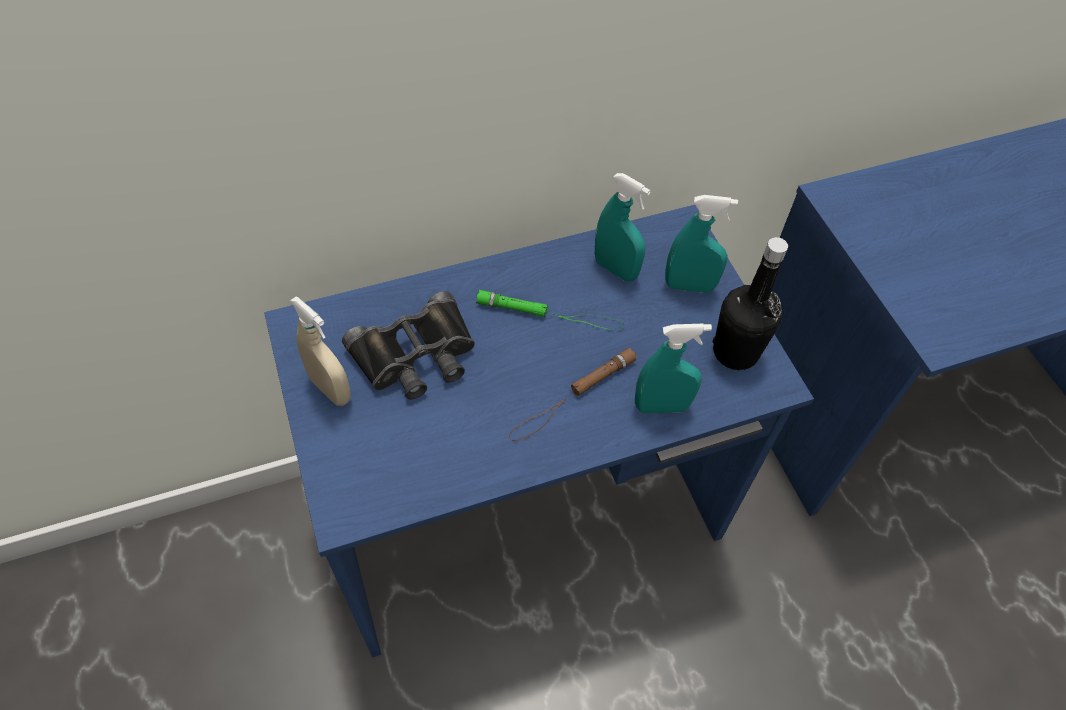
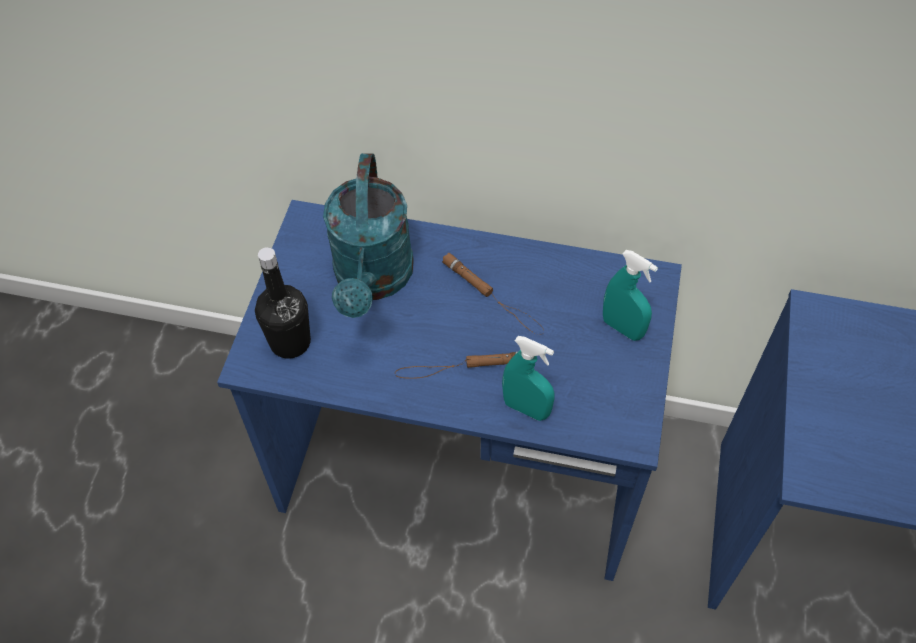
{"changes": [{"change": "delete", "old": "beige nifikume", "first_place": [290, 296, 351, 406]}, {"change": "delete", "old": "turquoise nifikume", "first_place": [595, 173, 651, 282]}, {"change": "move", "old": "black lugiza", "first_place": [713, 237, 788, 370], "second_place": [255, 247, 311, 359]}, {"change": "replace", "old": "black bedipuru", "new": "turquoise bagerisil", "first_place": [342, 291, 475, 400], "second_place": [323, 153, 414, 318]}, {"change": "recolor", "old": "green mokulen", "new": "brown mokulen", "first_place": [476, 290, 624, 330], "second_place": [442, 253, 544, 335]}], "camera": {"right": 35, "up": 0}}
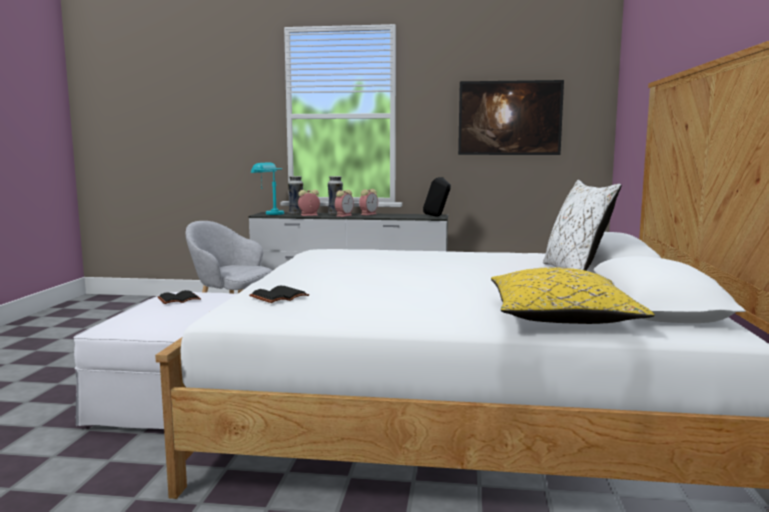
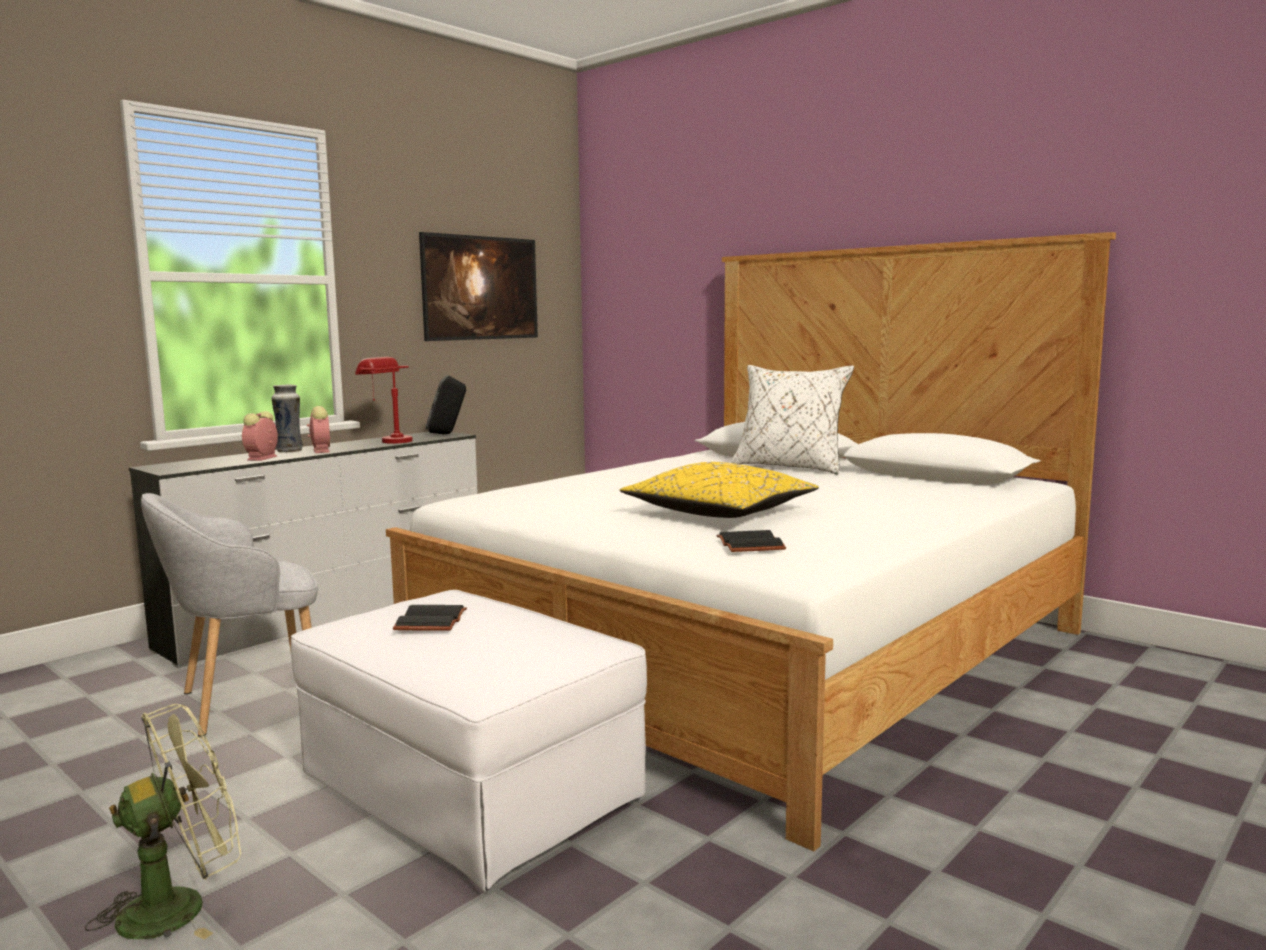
{"changes": [{"change": "delete", "old": "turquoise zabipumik", "first_place": [251, 163, 284, 215]}, {"change": "delete", "old": "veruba", "first_place": [288, 176, 303, 215]}, {"change": "delete", "old": "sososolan", "first_place": [359, 189, 378, 215]}, {"change": "insert", "new": "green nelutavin", "second_place": [85, 704, 241, 940]}, {"change": "insert", "new": "red zabipumik", "second_place": [355, 357, 413, 444]}, {"change": "move", "old": "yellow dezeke", "first_place": [491, 267, 655, 324], "second_place": [619, 462, 819, 518]}], "camera": {"right": -55, "up": 0}}
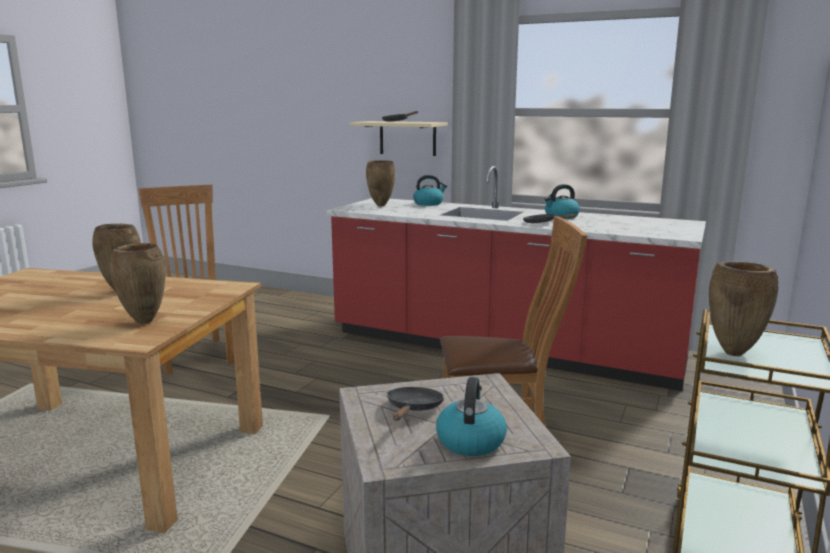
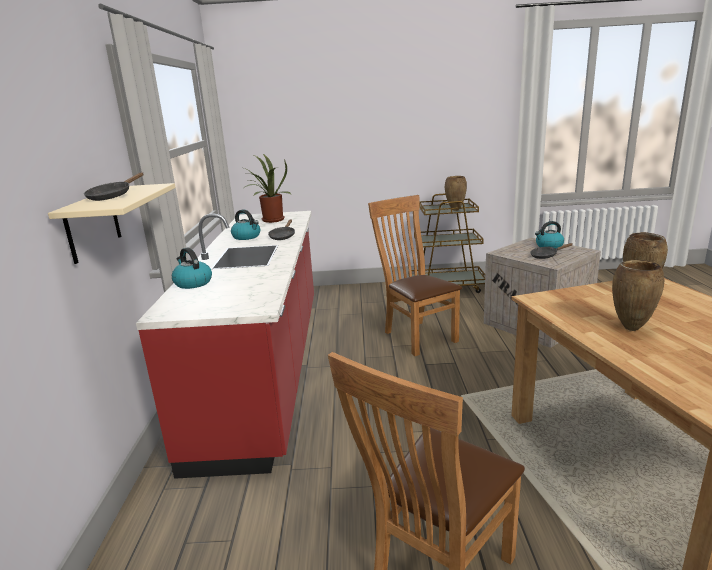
{"changes": [{"change": "delete", "old": "brown veruba", "first_place": [366, 160, 395, 206]}, {"change": "insert", "new": "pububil", "second_place": [244, 154, 291, 223]}], "camera": {"right": -115, "up": 5}}
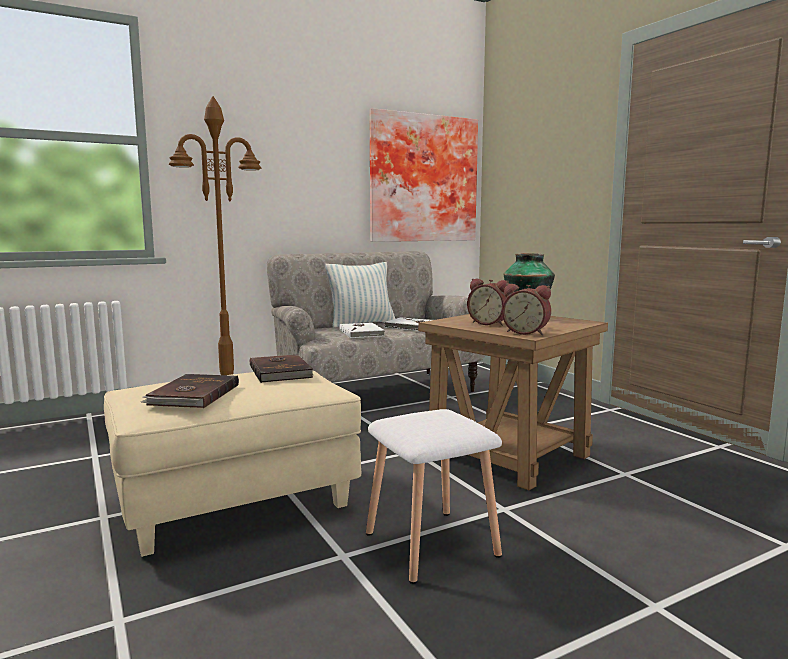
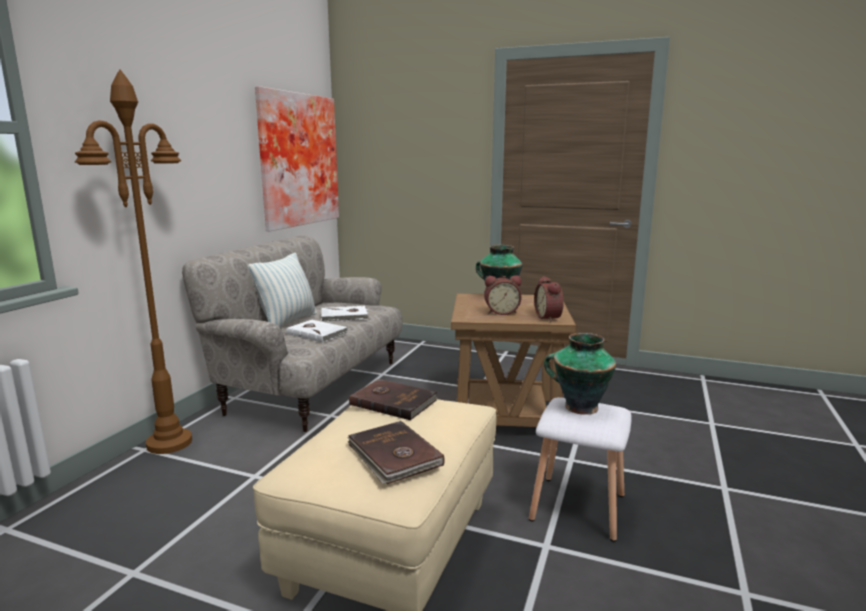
{"changes": [{"change": "insert", "new": "veruba", "second_place": [544, 333, 616, 415]}, {"change": "rotate", "old": "sososolan", "first_place": [502, 284, 551, 335], "second_place": [534, 276, 564, 322], "degrees": 90}], "camera": {"right": -40, "up": 5}}
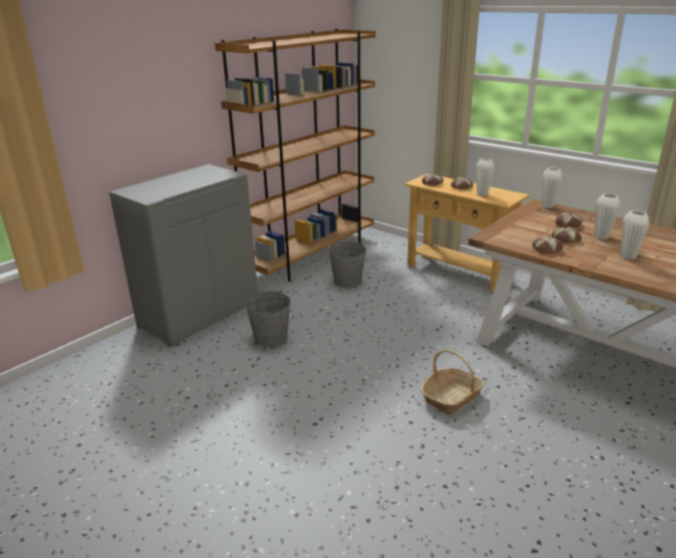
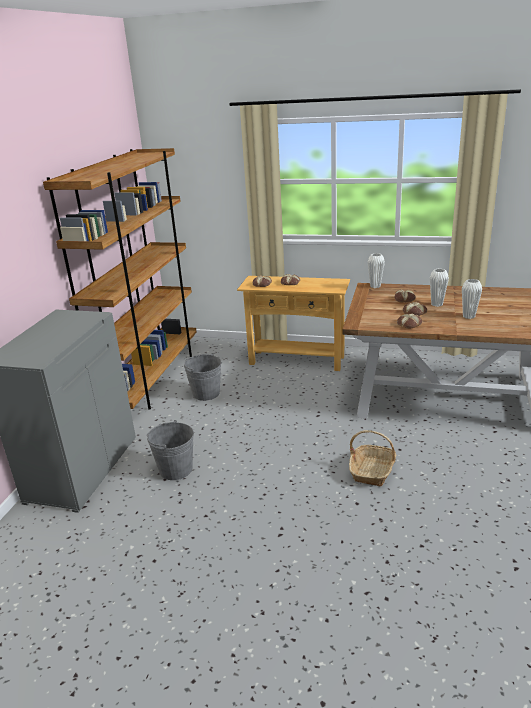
{"changes": [{"change": "delete", "old": "white veruba", "first_place": [476, 158, 494, 196]}], "camera": {"right": -25, "up": 0}}
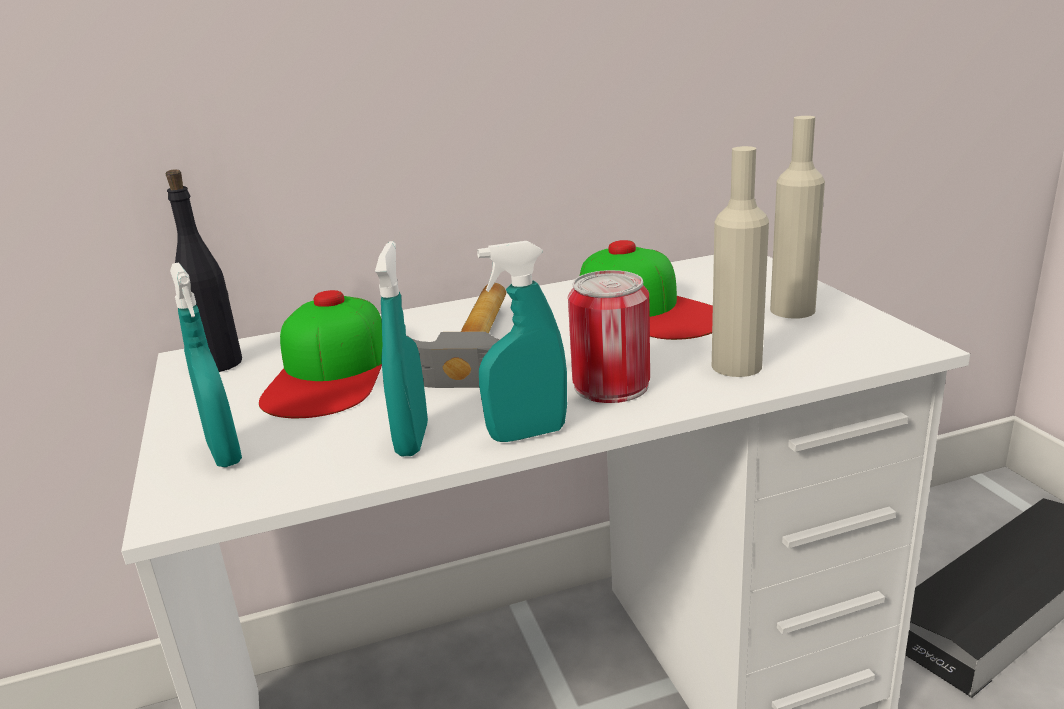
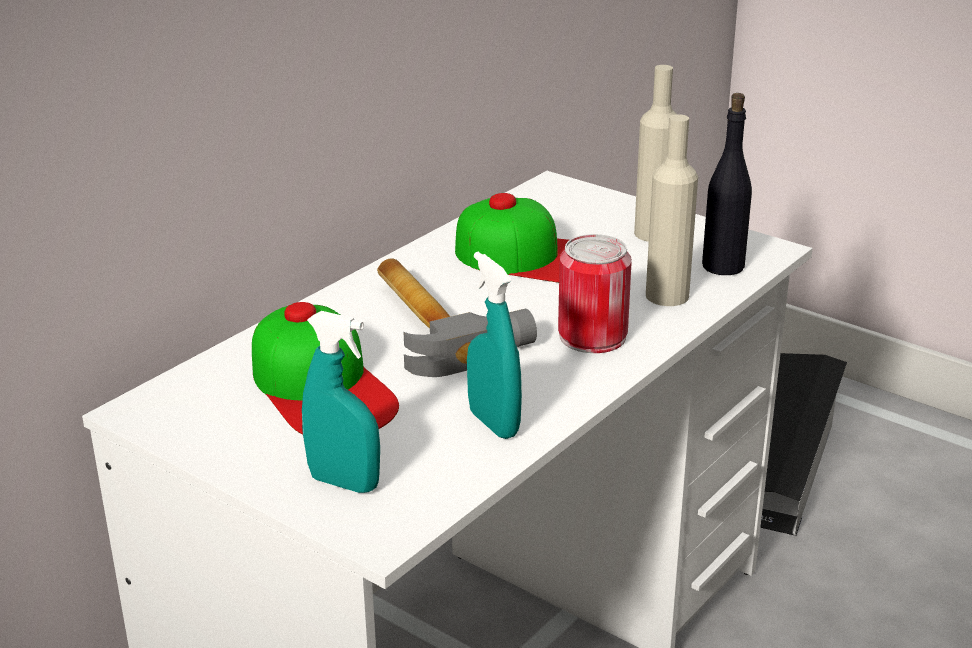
{"changes": [{"change": "delete", "old": "turquoise nifikume", "first_place": [477, 241, 567, 442]}, {"change": "move", "old": "black lugiza", "first_place": [166, 170, 242, 372], "second_place": [702, 93, 752, 275]}], "camera": {"right": -35, "up": 5}}
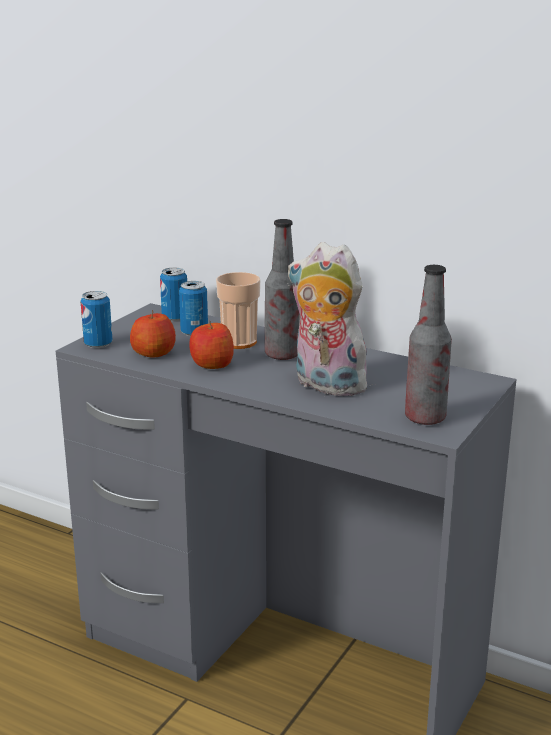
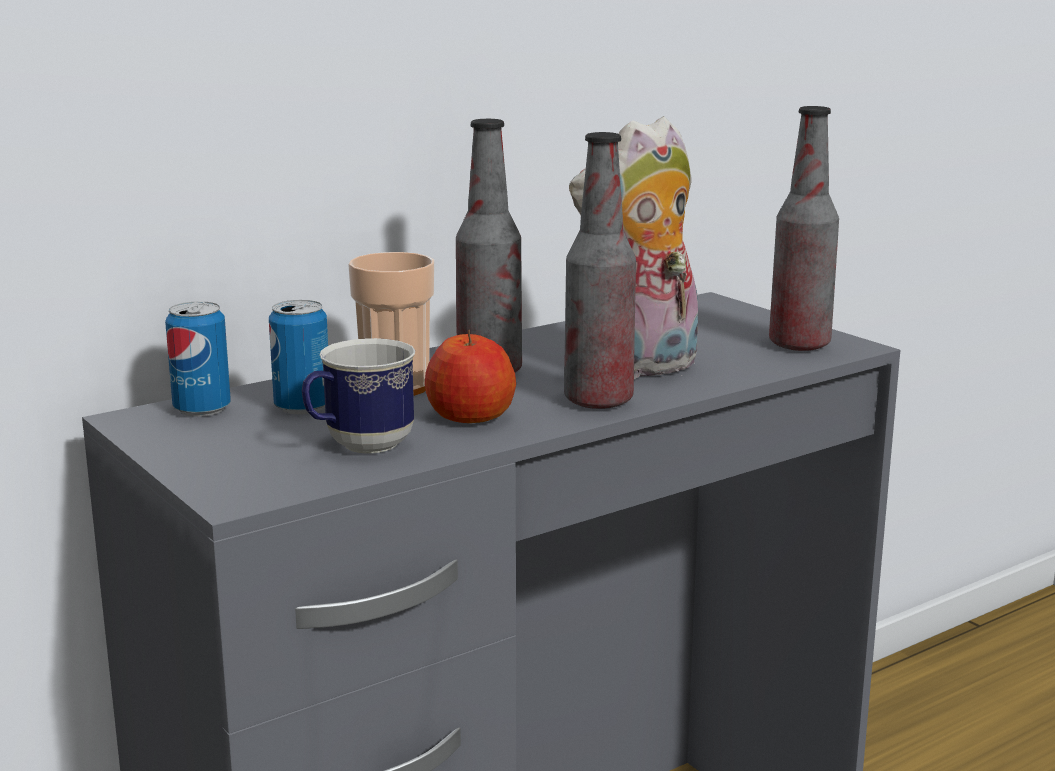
{"changes": [{"change": "delete", "old": "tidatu", "first_place": [80, 291, 112, 348]}, {"change": "insert", "new": "lugiza", "second_place": [564, 132, 636, 409]}, {"change": "replace", "old": "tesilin", "new": "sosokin", "first_place": [130, 310, 176, 357], "second_place": [302, 338, 415, 453]}], "camera": {"right": -65, "up": -5}}
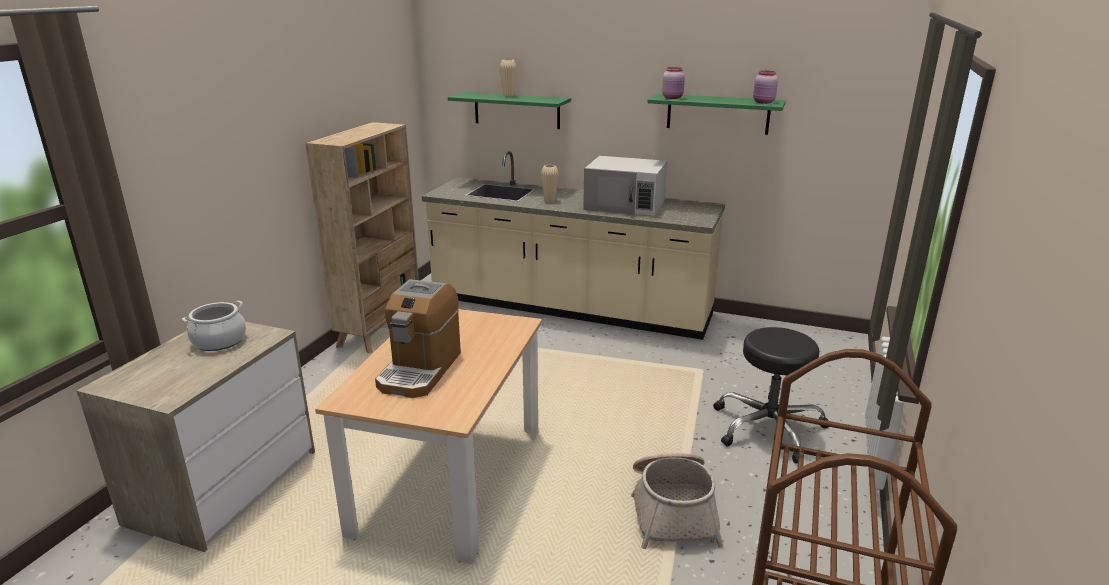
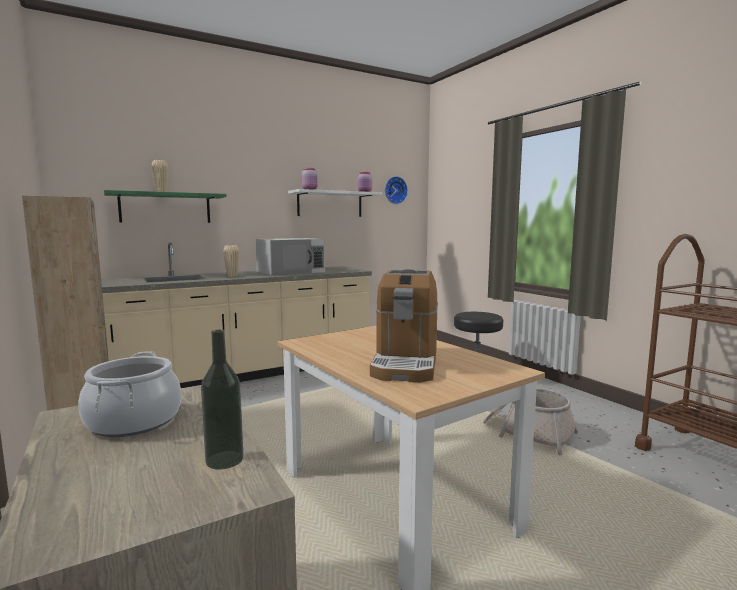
{"changes": [{"change": "insert", "new": "lugiza", "second_place": [201, 330, 243, 470]}, {"change": "insert", "new": "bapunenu", "second_place": [385, 176, 408, 204]}, {"change": "recolor", "old": "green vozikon", "new": "white vozikon", "first_place": [647, 94, 786, 135], "second_place": [288, 189, 382, 217]}, {"change": "rotate", "old": "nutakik", "first_place": [375, 279, 461, 398], "second_place": [370, 269, 438, 383], "degrees": 45}], "camera": {"right": -50, "up": -15}}
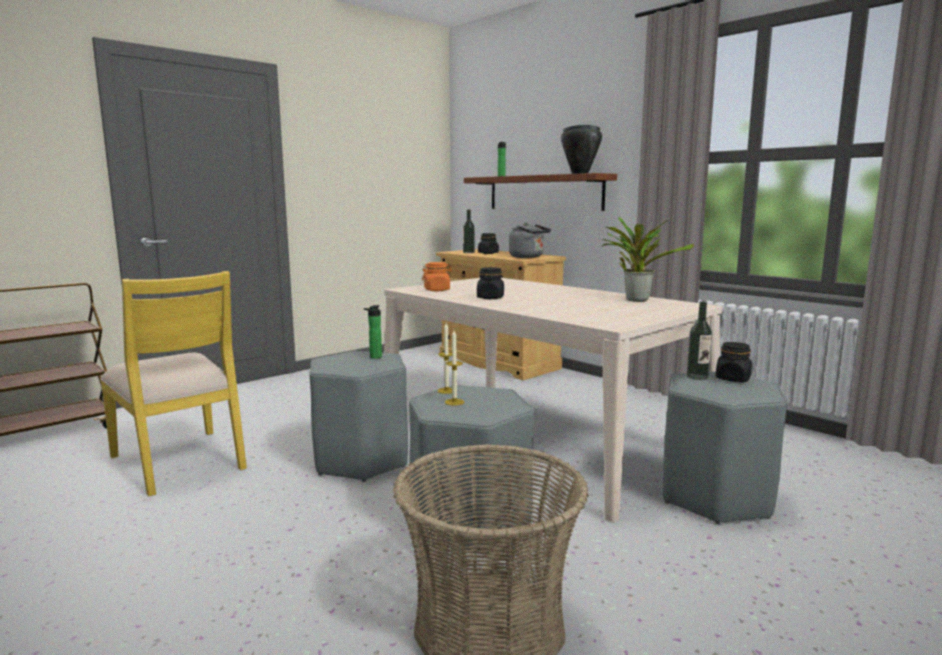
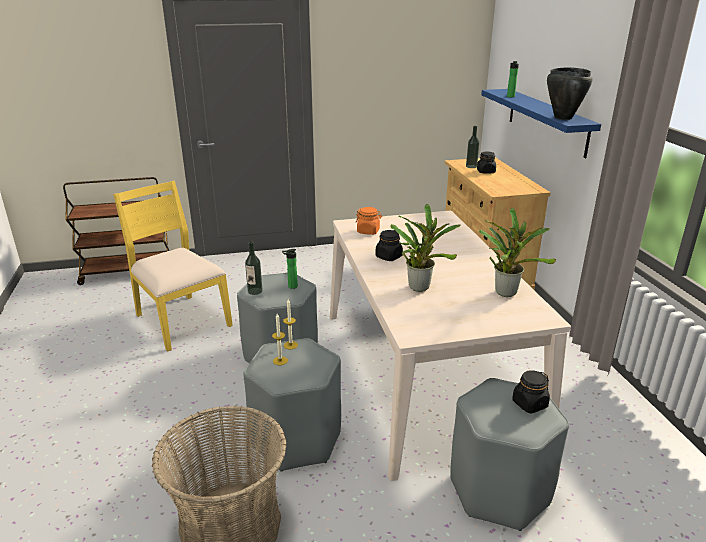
{"changes": [{"change": "delete", "old": "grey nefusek", "first_place": [509, 223, 551, 258]}, {"change": "insert", "new": "pububil", "second_place": [390, 204, 460, 292]}, {"change": "move", "old": "lugiza", "first_place": [687, 301, 712, 380], "second_place": [245, 242, 263, 295]}, {"change": "recolor", "old": "brown vozikon", "new": "blue vozikon", "first_place": [464, 173, 617, 211], "second_place": [481, 89, 601, 158]}, {"change": "rotate", "old": "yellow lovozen", "first_place": [100, 271, 247, 496], "second_place": [113, 181, 233, 352], "degrees": 150}], "camera": {"right": 30, "up": 15}}
